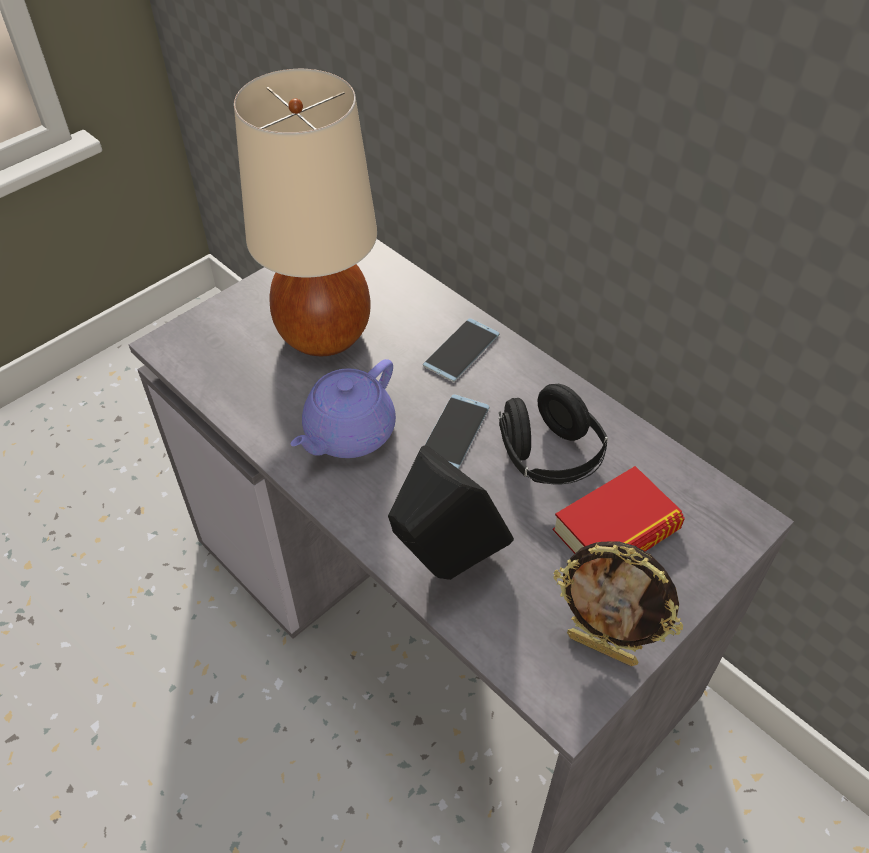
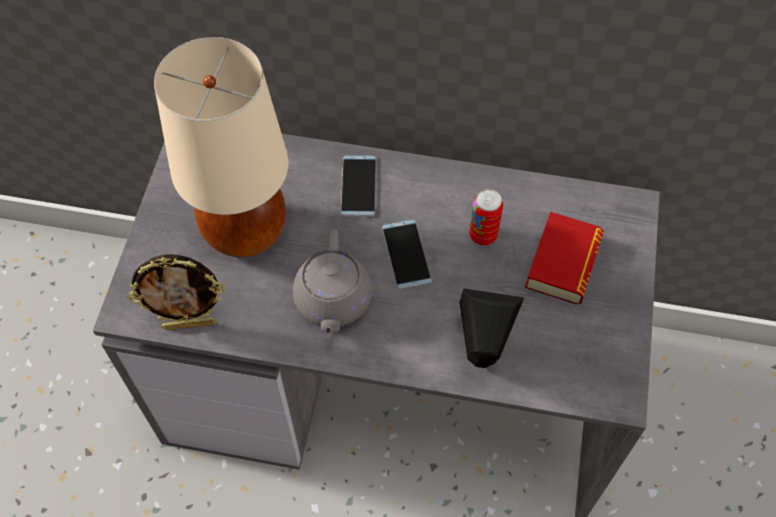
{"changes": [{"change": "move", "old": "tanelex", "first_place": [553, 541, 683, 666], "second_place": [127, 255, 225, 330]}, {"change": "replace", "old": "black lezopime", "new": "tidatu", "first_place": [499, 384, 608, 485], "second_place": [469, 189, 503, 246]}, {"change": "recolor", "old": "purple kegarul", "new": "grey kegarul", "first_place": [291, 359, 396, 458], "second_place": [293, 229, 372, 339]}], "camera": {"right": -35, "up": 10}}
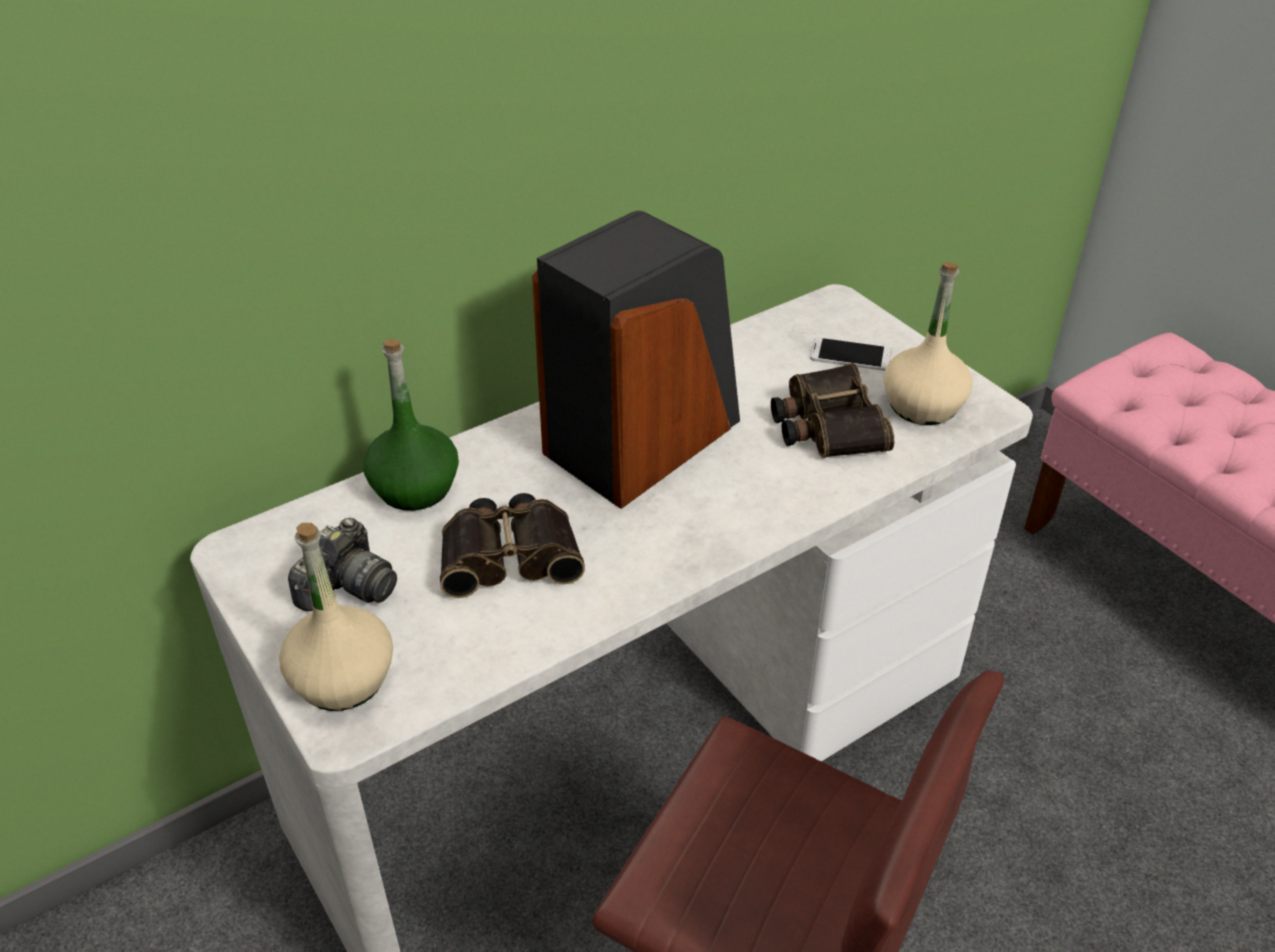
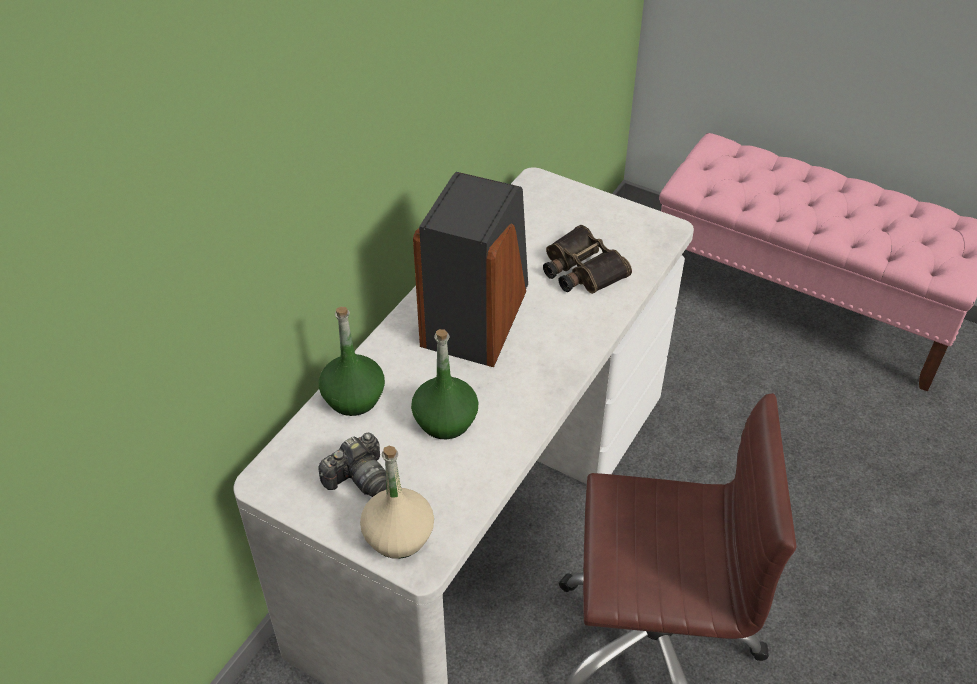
{"changes": [{"change": "delete", "old": "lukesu", "first_place": [810, 337, 892, 371]}, {"change": "delete", "old": "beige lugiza", "first_place": [883, 262, 973, 425]}, {"change": "replace", "old": "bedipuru", "new": "green lugiza", "first_place": [440, 493, 585, 598], "second_place": [411, 329, 478, 439]}, {"change": "rotate", "old": "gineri", "first_place": [288, 518, 397, 611], "second_place": [318, 433, 386, 497], "degrees": 45}], "camera": {"right": -25, "up": 5}}
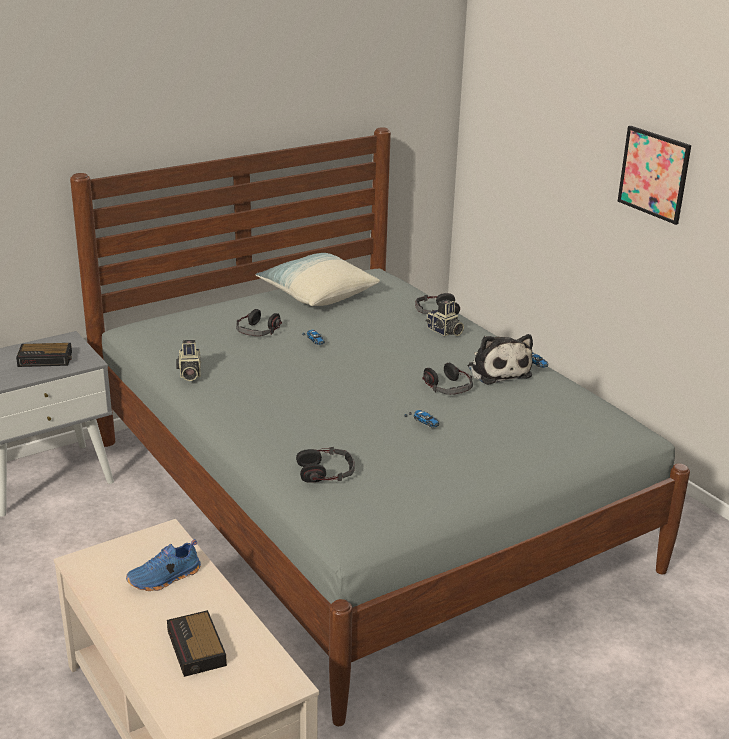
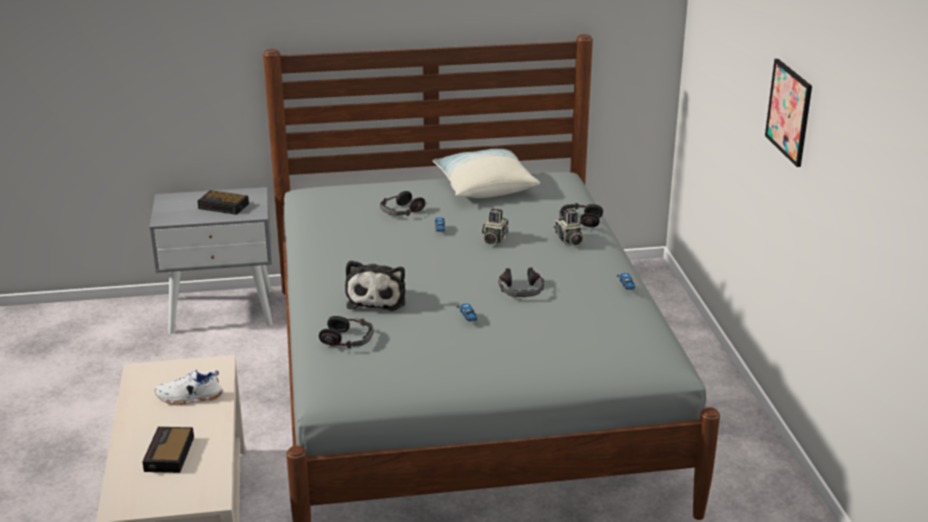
{"changes": [{"change": "move", "old": "gineri", "first_place": [176, 340, 201, 381], "second_place": [482, 208, 508, 246]}, {"change": "move", "old": "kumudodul", "first_place": [468, 334, 533, 385], "second_place": [345, 260, 405, 311]}, {"change": "recolor", "old": "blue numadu", "new": "white numadu", "first_place": [126, 539, 201, 591], "second_place": [155, 370, 223, 405]}], "camera": {"right": 25, "up": 0}}
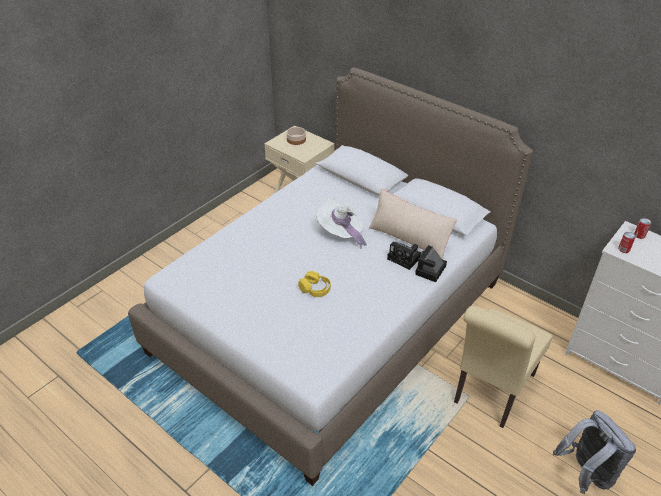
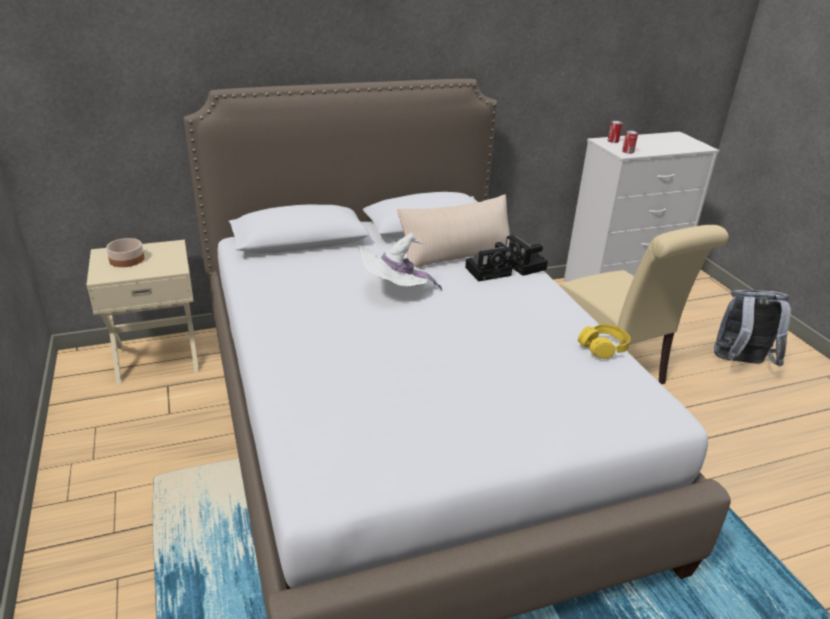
{"changes": [{"change": "move", "old": "yellow lezopime", "first_place": [298, 271, 331, 297], "second_place": [578, 324, 630, 359]}], "camera": {"right": -60, "up": -10}}
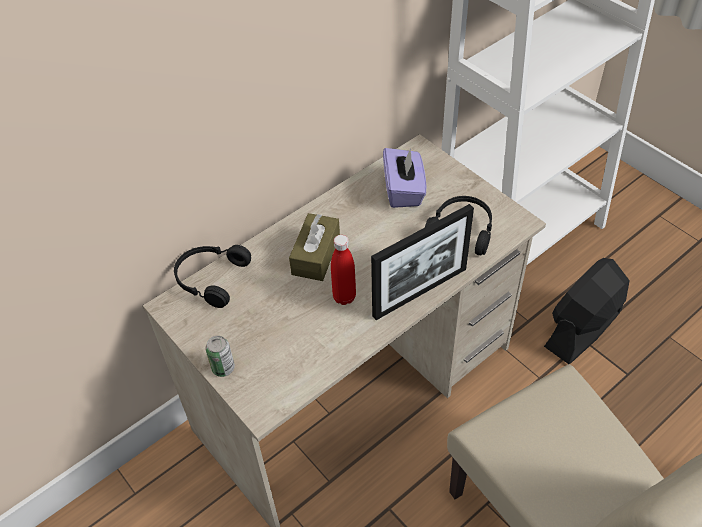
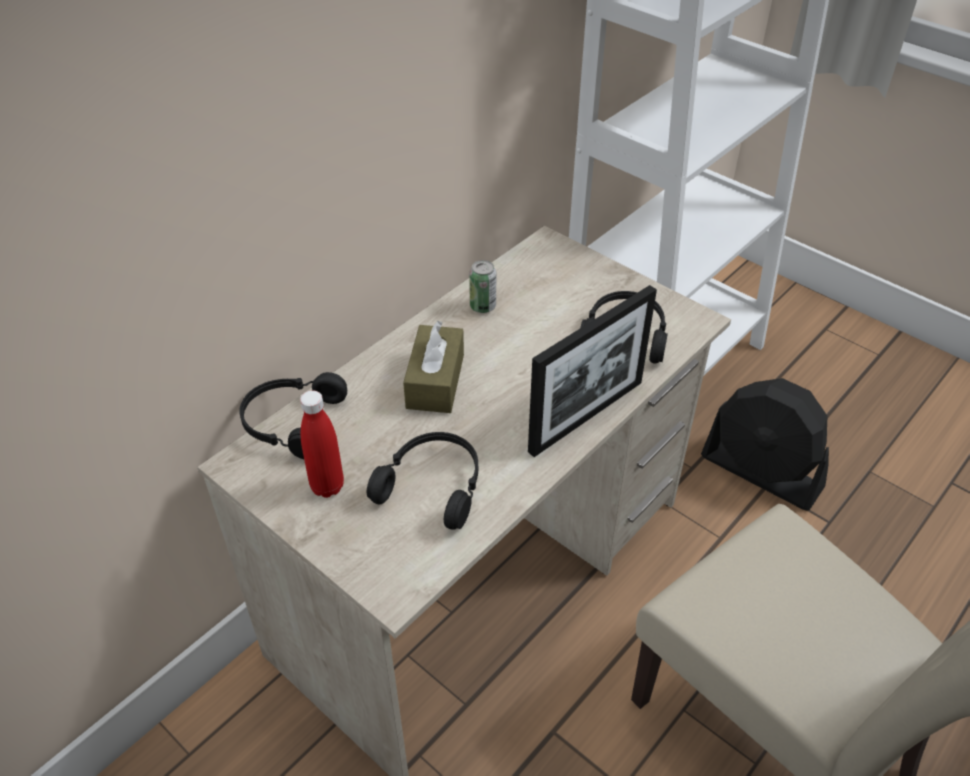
{"changes": [{"change": "delete", "old": "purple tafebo", "first_place": [383, 148, 426, 208]}, {"change": "insert", "new": "black lezopime", "second_place": [367, 432, 478, 530]}, {"change": "move", "old": "tidatu", "first_place": [206, 336, 235, 377], "second_place": [469, 260, 496, 313]}, {"change": "move", "old": "red lugiza", "first_place": [331, 235, 356, 305], "second_place": [300, 390, 344, 498]}, {"change": "rotate", "old": "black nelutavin", "first_place": [544, 258, 630, 364], "second_place": [701, 378, 829, 510], "degrees": -90}], "camera": {"right": -10, "up": -5}}
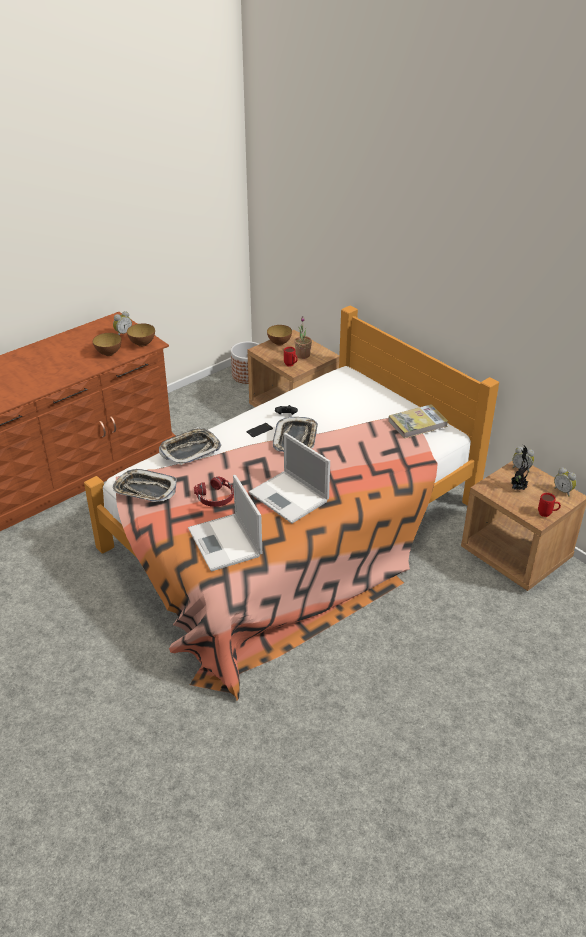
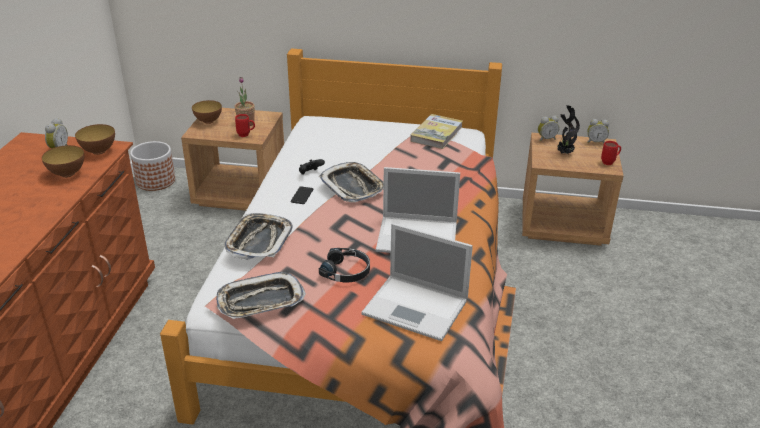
{"changes": [{"change": "recolor", "old": "red lezopime", "new": "black lezopime", "first_place": [194, 476, 234, 507], "second_place": [319, 248, 370, 282]}], "camera": {"right": -40, "up": -5}}
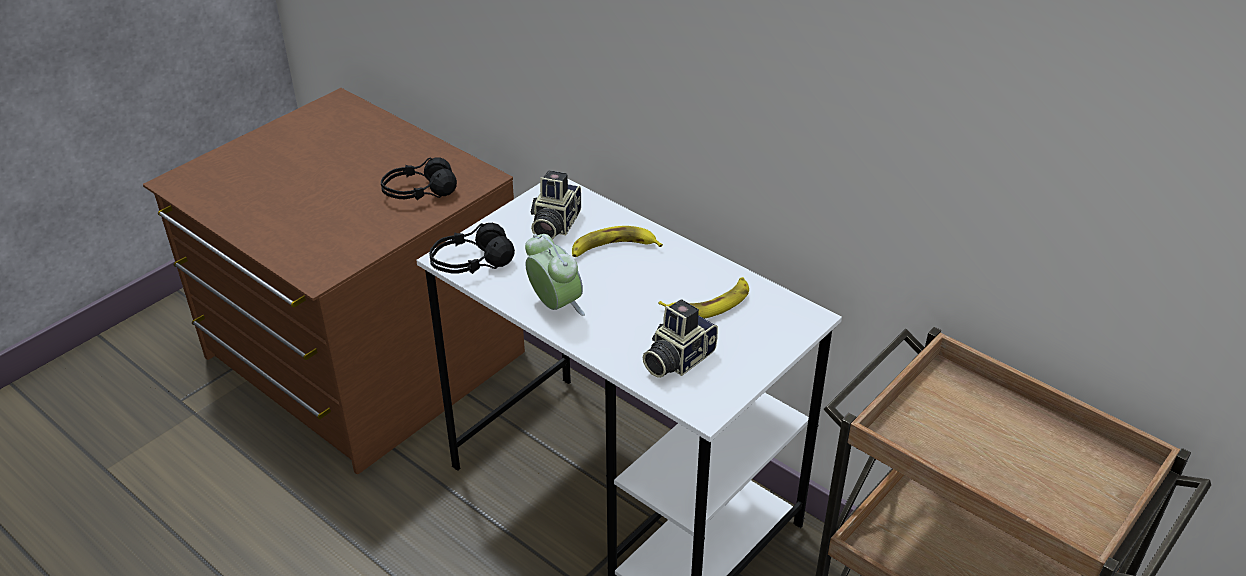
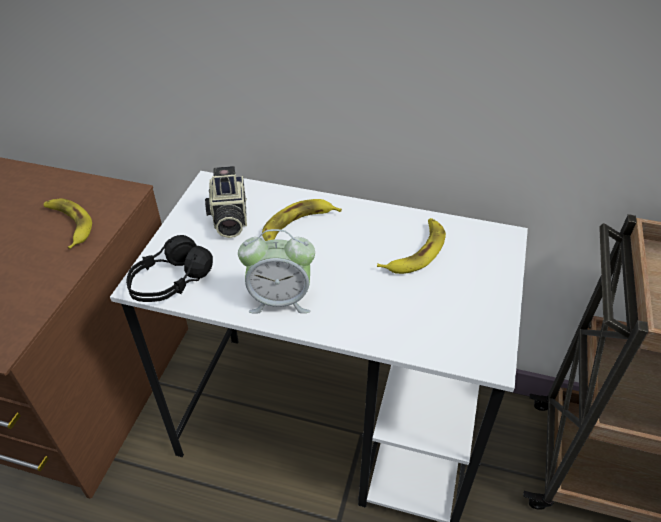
{"changes": [{"change": "delete", "old": "gineri", "first_place": [643, 300, 718, 378]}, {"change": "replace", "old": "black lezopime", "new": "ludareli", "first_place": [381, 157, 457, 200], "second_place": [44, 198, 92, 249]}, {"change": "rotate", "old": "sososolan", "first_place": [525, 234, 585, 316], "second_place": [238, 229, 315, 314], "degrees": 150}], "camera": {"right": -25, "up": 5}}
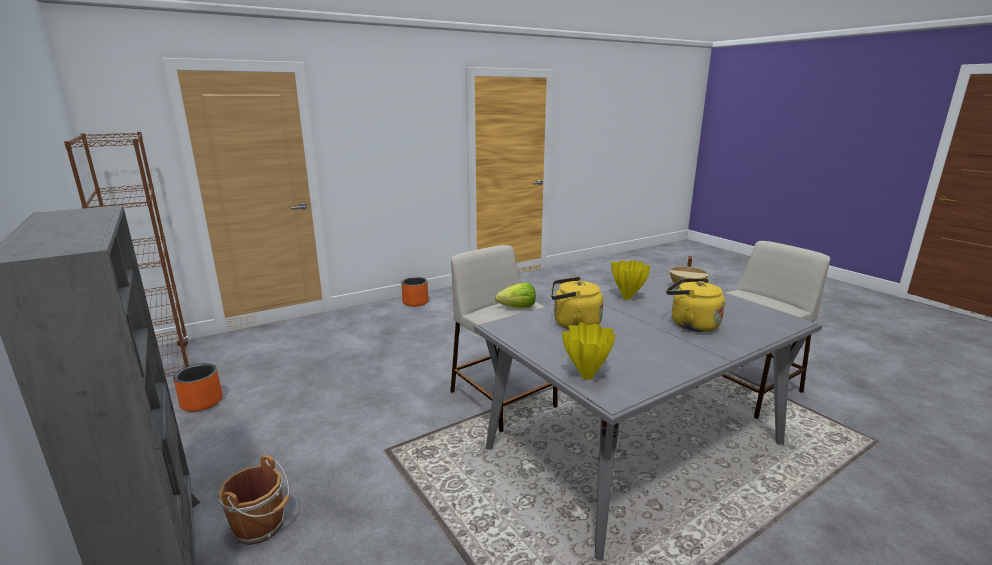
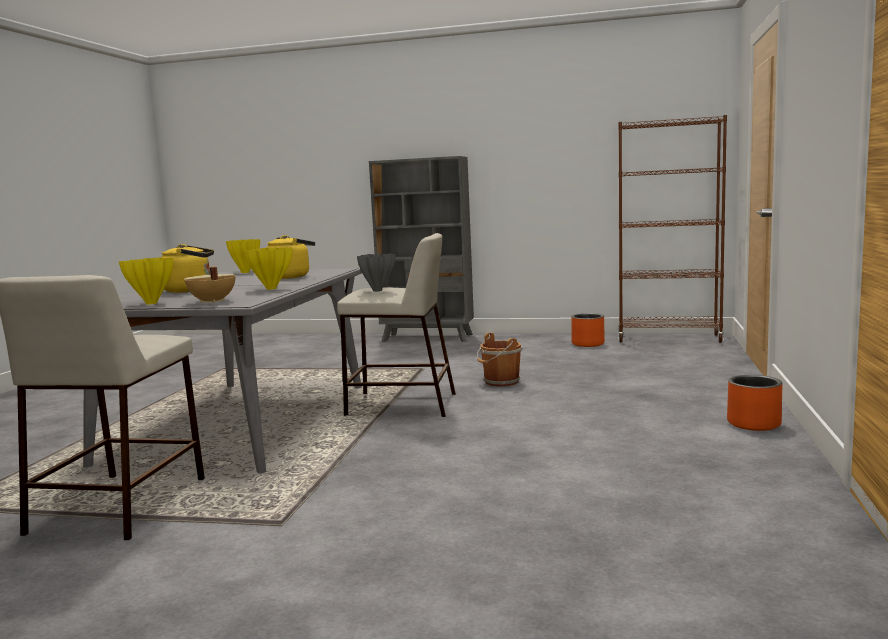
{"changes": [{"change": "insert", "new": "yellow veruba", "second_place": [119, 258, 173, 304]}, {"change": "move", "old": "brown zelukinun", "first_place": [218, 455, 290, 545], "second_place": [477, 333, 523, 386]}, {"change": "replace", "old": "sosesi", "new": "grey veruba", "first_place": [495, 283, 536, 308], "second_place": [357, 254, 396, 292]}], "camera": {"right": 135, "up": -10}}
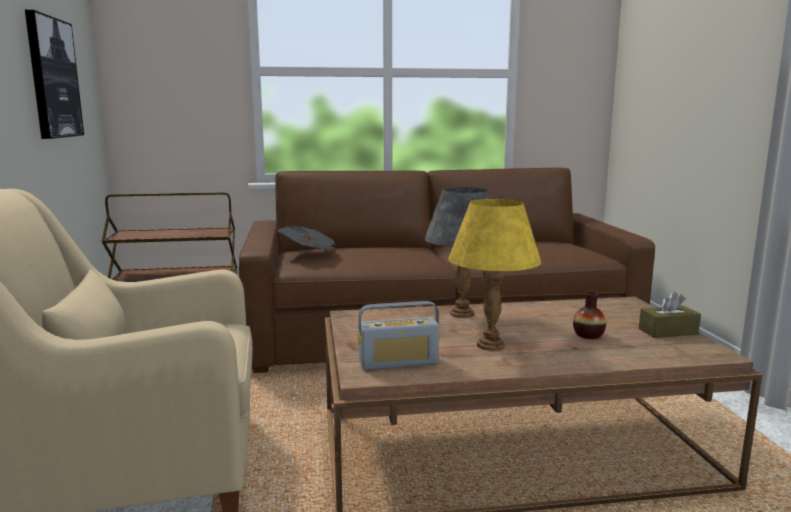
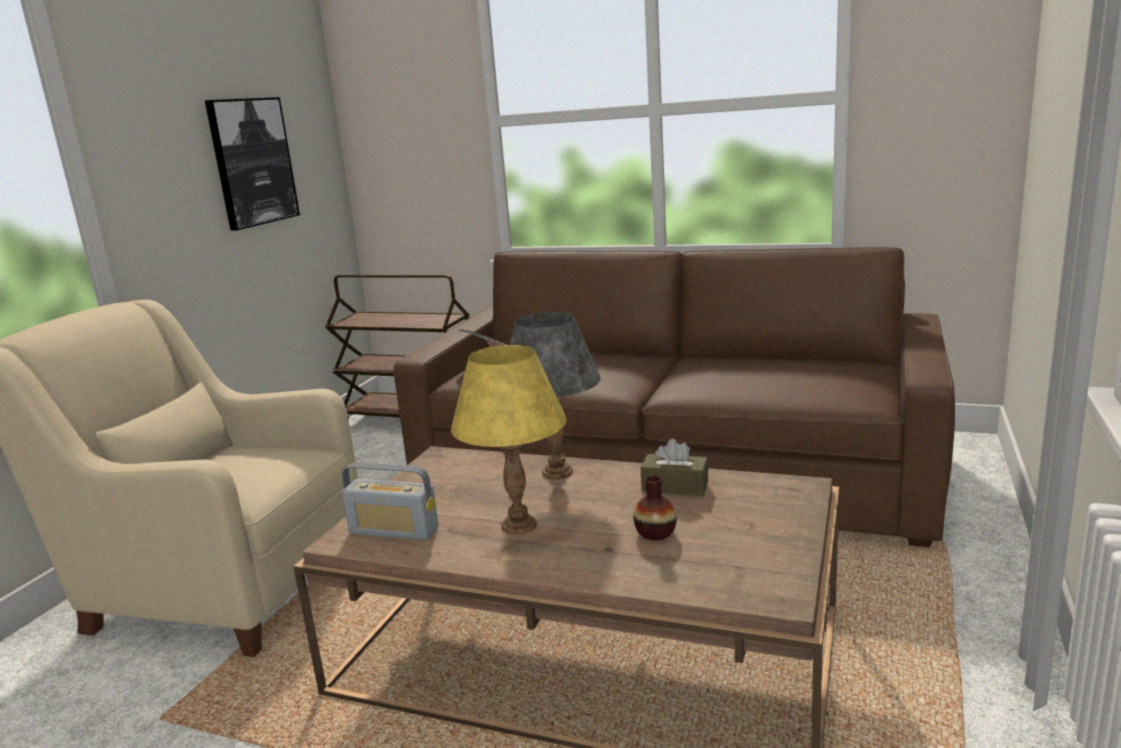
{"changes": [{"change": "move", "old": "brown tafebo", "first_place": [639, 291, 701, 338], "second_place": [641, 439, 708, 496]}], "camera": {"right": 30, "up": 5}}
